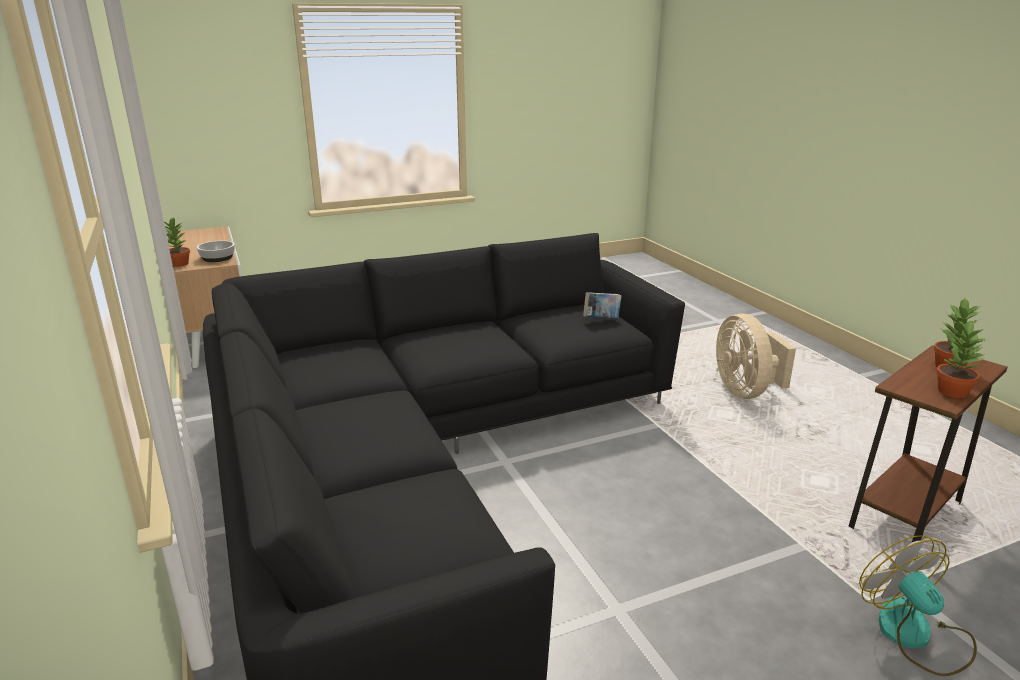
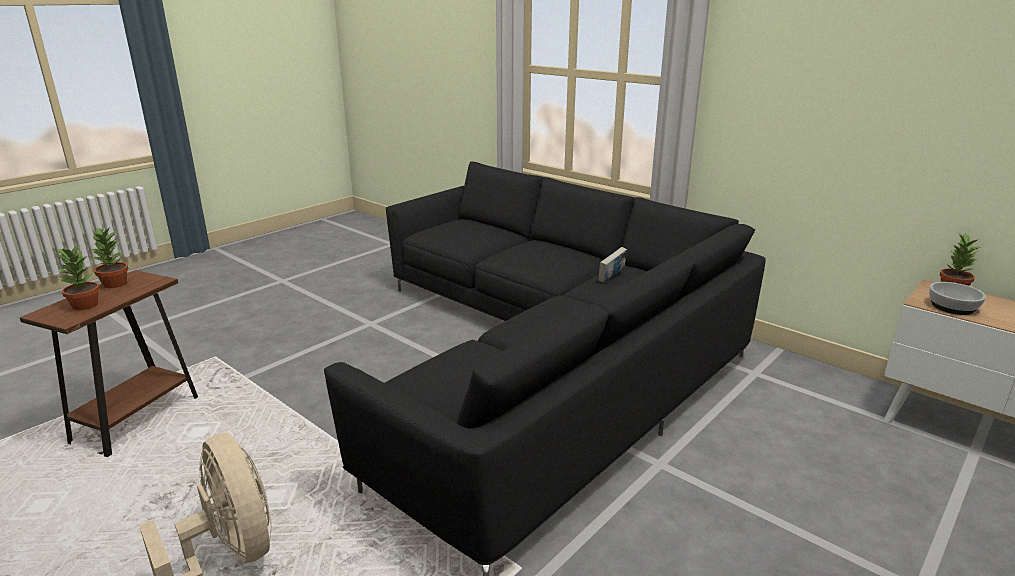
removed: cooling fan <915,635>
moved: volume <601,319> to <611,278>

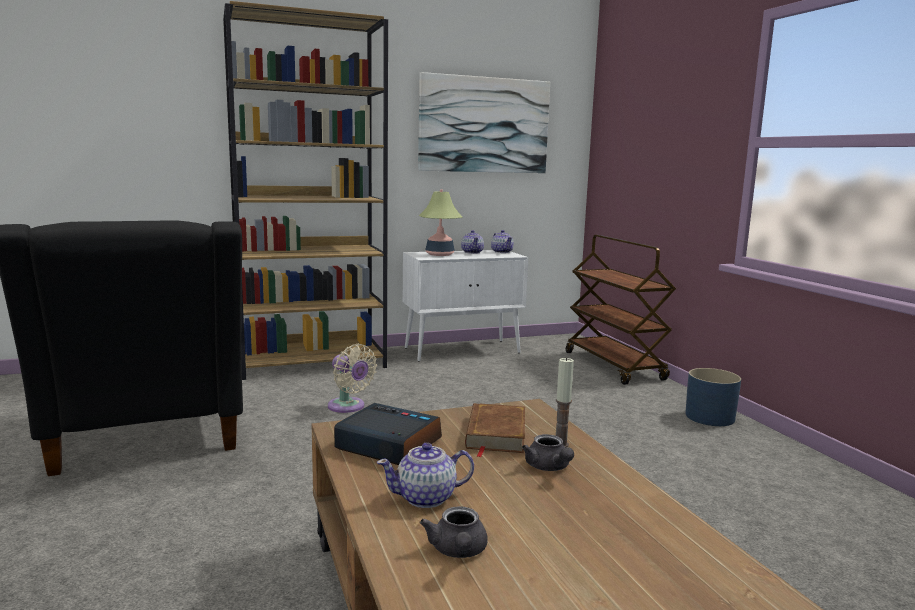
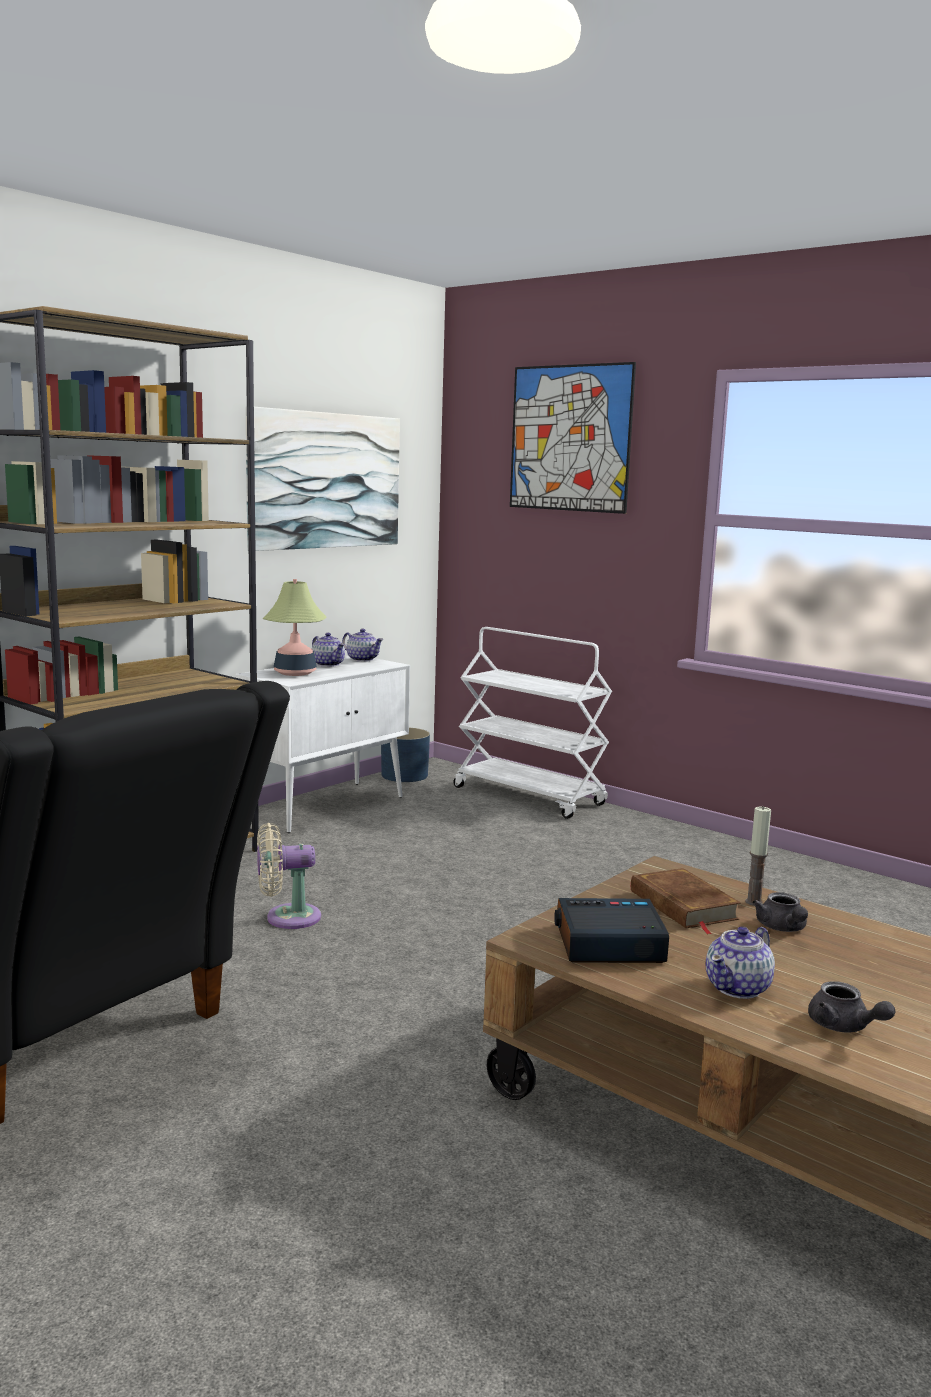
added: wall art <570,438>
moved: bluish flower pot <709,417> to <404,775>
recoloured: brownish wheeled cart <614,366> to white wheeled cart <530,796>
turned: beige cooling fan <348,407> = <287,918> 150 degrees clockwise; gray pot for tea <549,468> = <782,928> 45 degrees clockwise

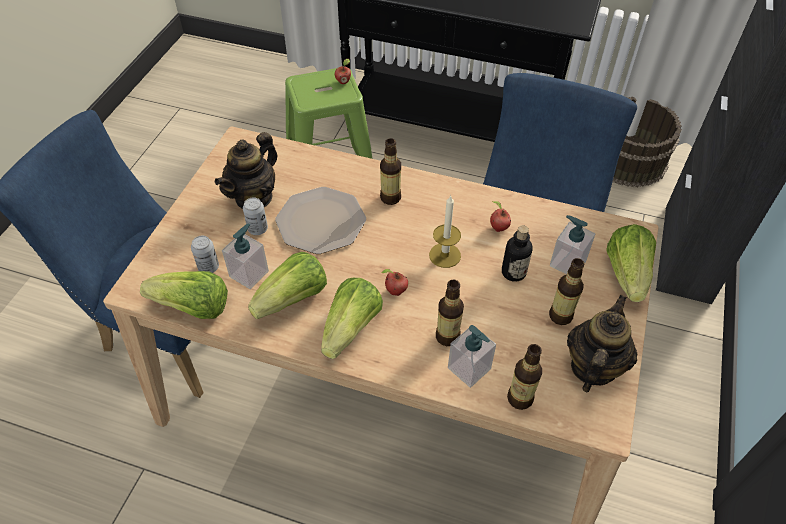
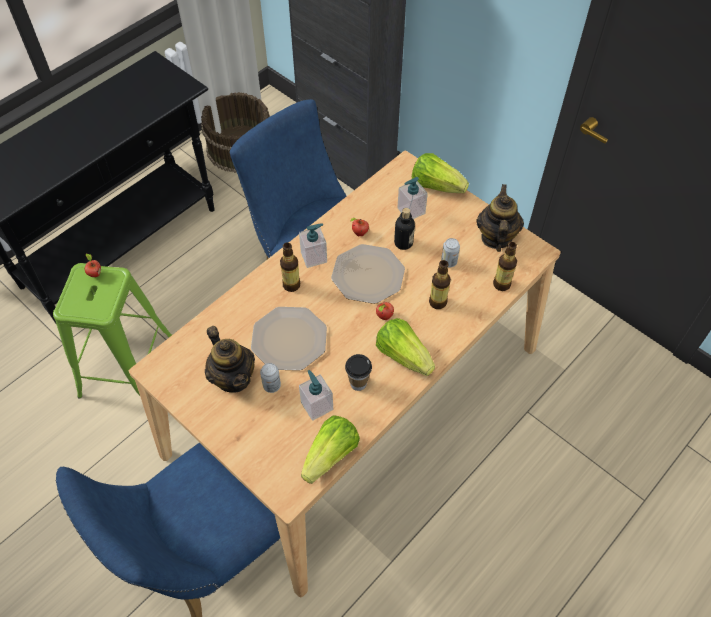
removed: beverage bottle <560,316>
moved: sealed can <208,267> to <449,262>; liquid soap bottle <469,368> to <314,257>
replaced: head of lettuce <293,299> to drinking cup <358,383>; wax candle <445,255> to dinner plate <367,274>
turned: pot for tea <592,367> = <496,238> 45 degrees clockwise

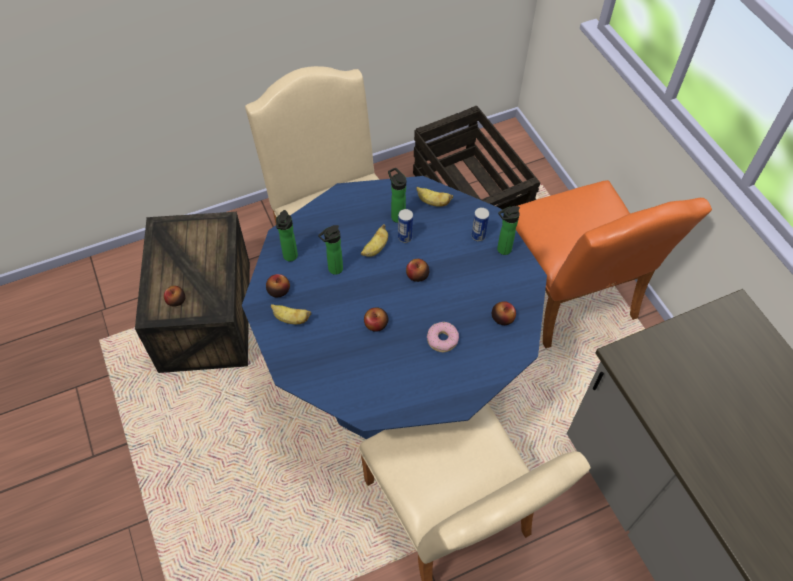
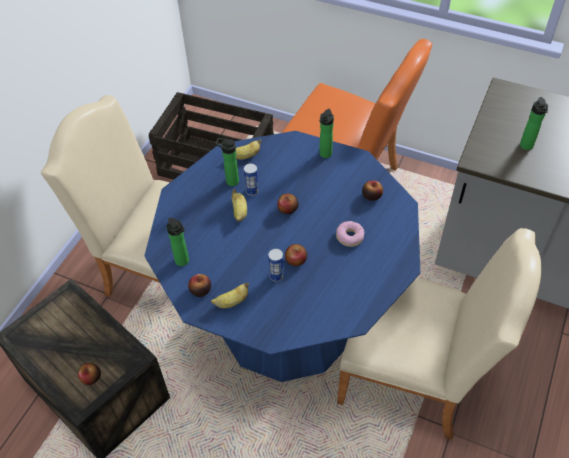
moved: beverage bottle <333,270> to <526,147>; sealed can <478,236> to <276,276>

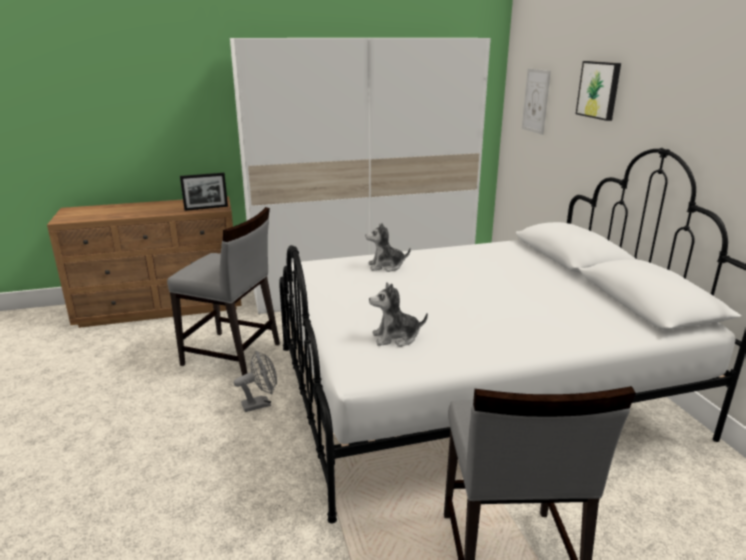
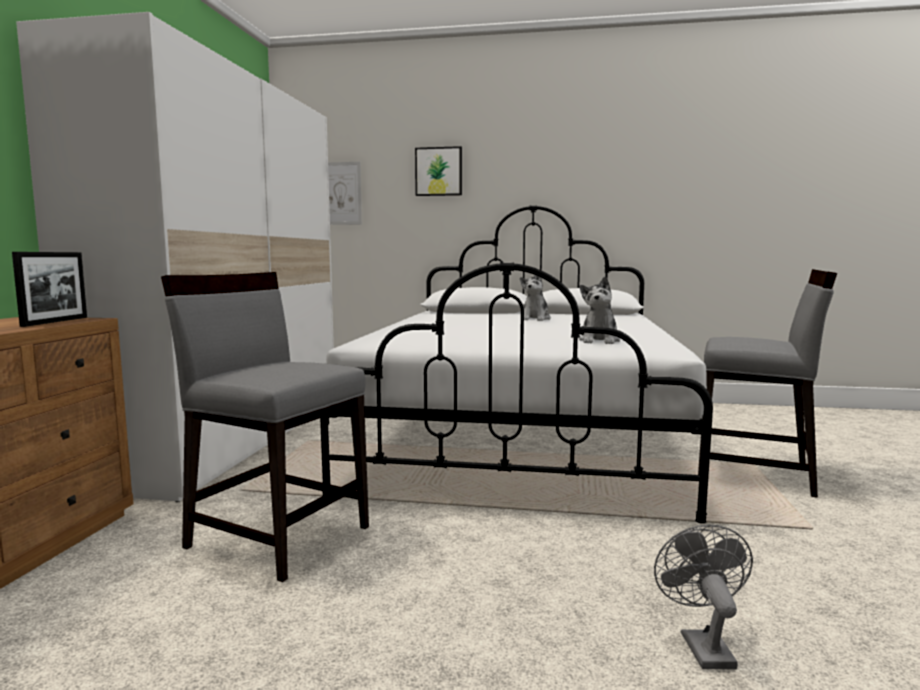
moved: gray cooling fan <260,404> to <702,645>; cuddly toy <386,266> to <535,319>
turned: gray upright chair <232,354> = <278,536> 105 degrees counterclockwise

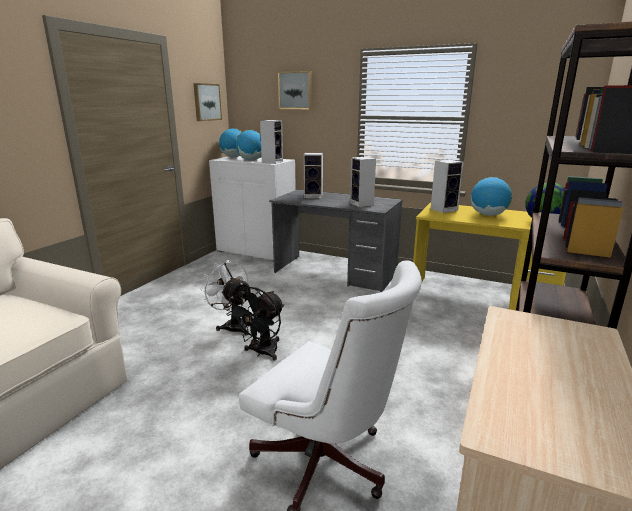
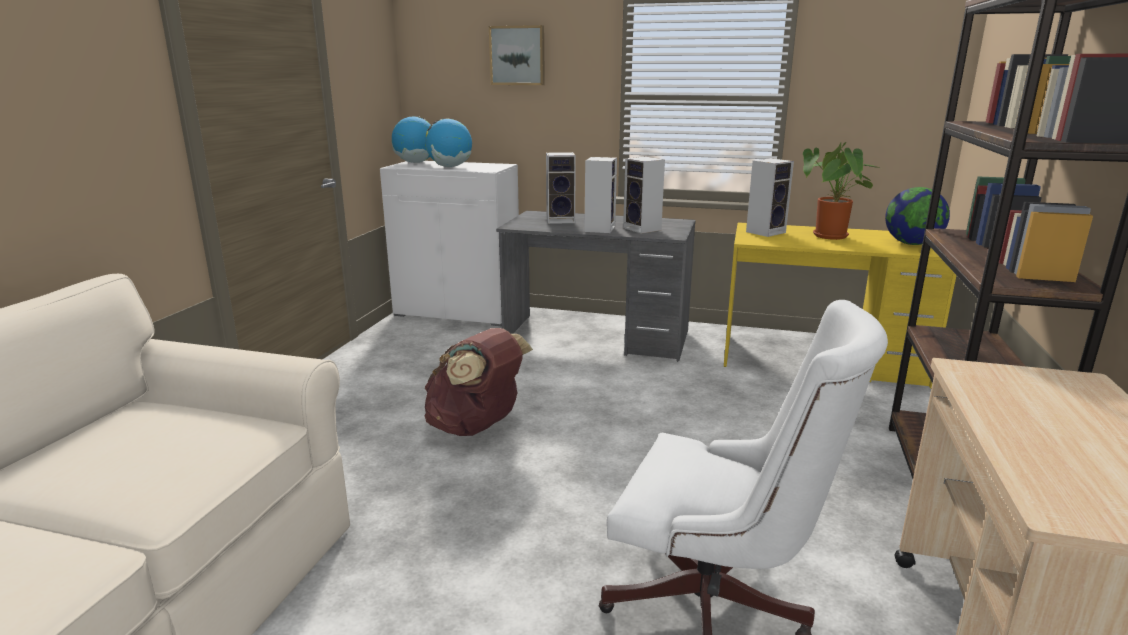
removed: wall art <206,102>; black cooling fan <261,353>
moved: audio speaker <272,162> to <599,229>
replaced: white cooling fan <232,325> to brownish backpack <477,427>; desk globe <488,215> to potted plant <831,237>

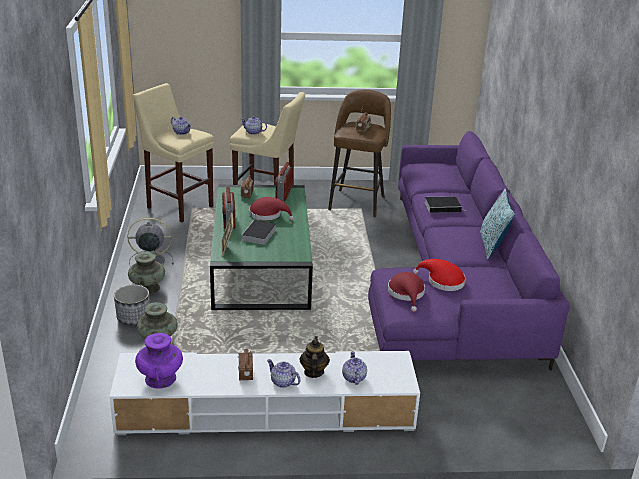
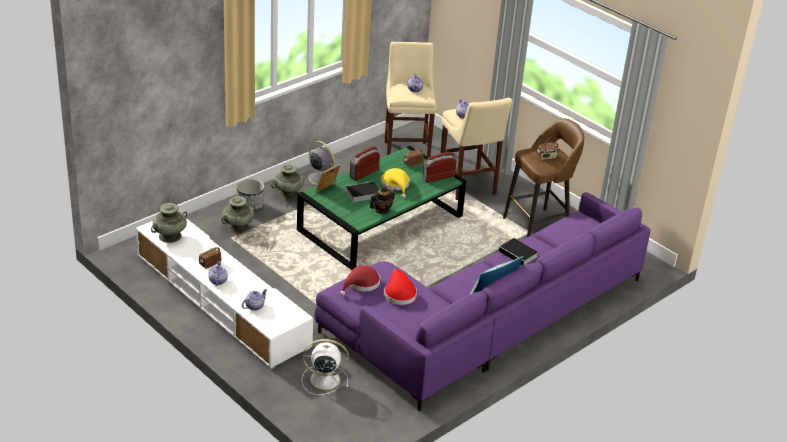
added: white cooling fan <323,379>
moved: pot for tea <313,372> to <382,210>
recoloured: purplish flower vase <160,378> to turquoise-coloured flower vase <170,236>; reddish clothing hat <268,215> to yellow clothing hat <396,185>

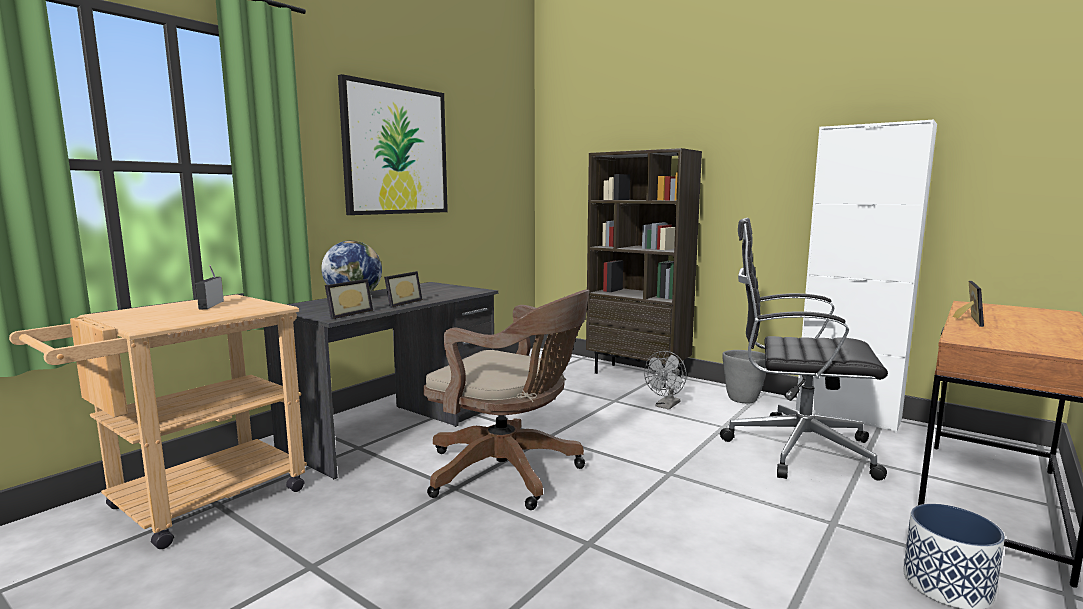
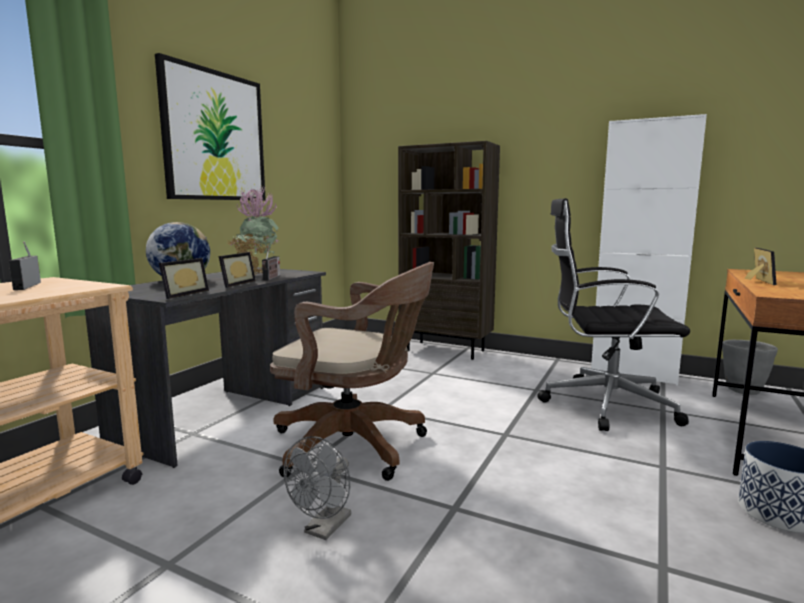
added: potted plant <255,273>; radio set <271,278>
moved: gray cooling fan <666,406> to <324,529>; gray flower pot <742,399> to <742,390>

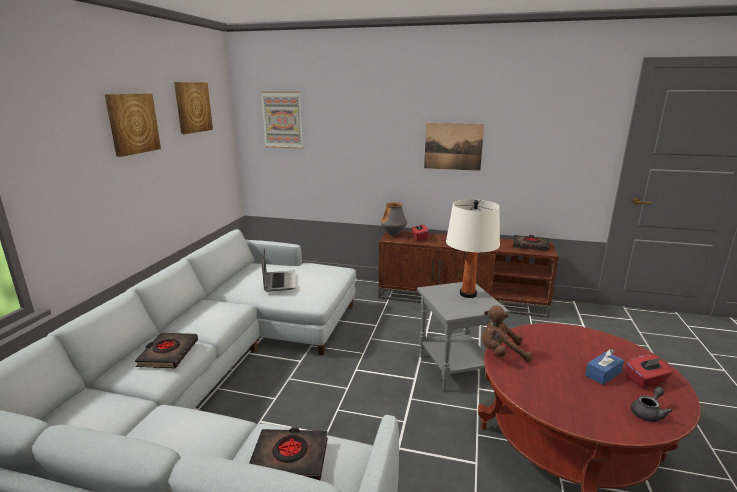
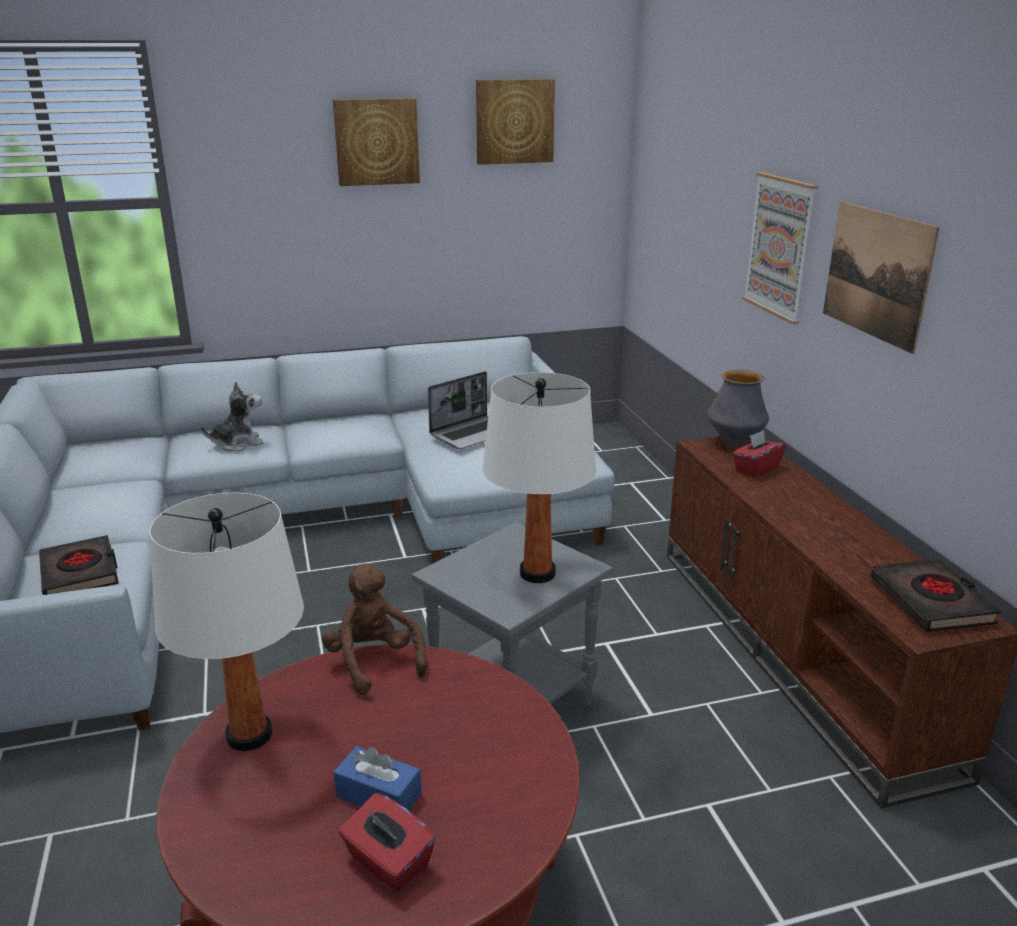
removed: gray pot for tea <648,413>
added: white lamp for a table <250,735>
moved: wall art <282,120> to <780,246>
replaced: black volume <168,353> to cuddly toy <238,443>

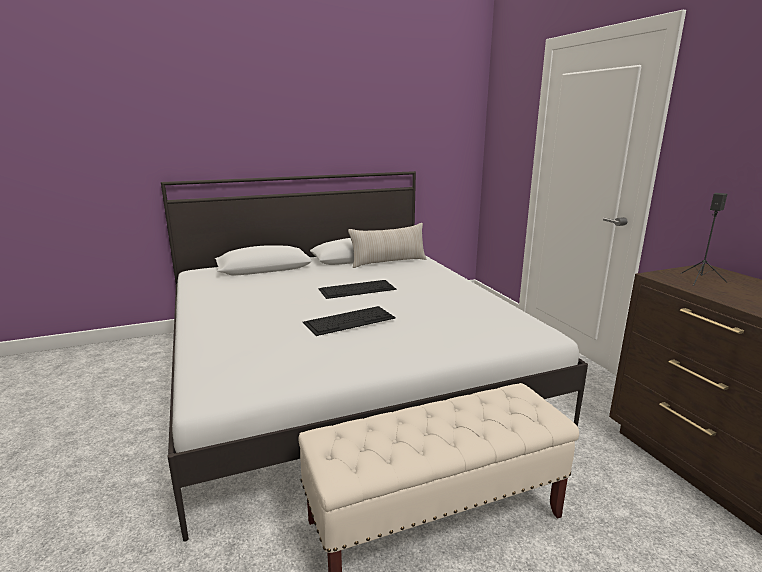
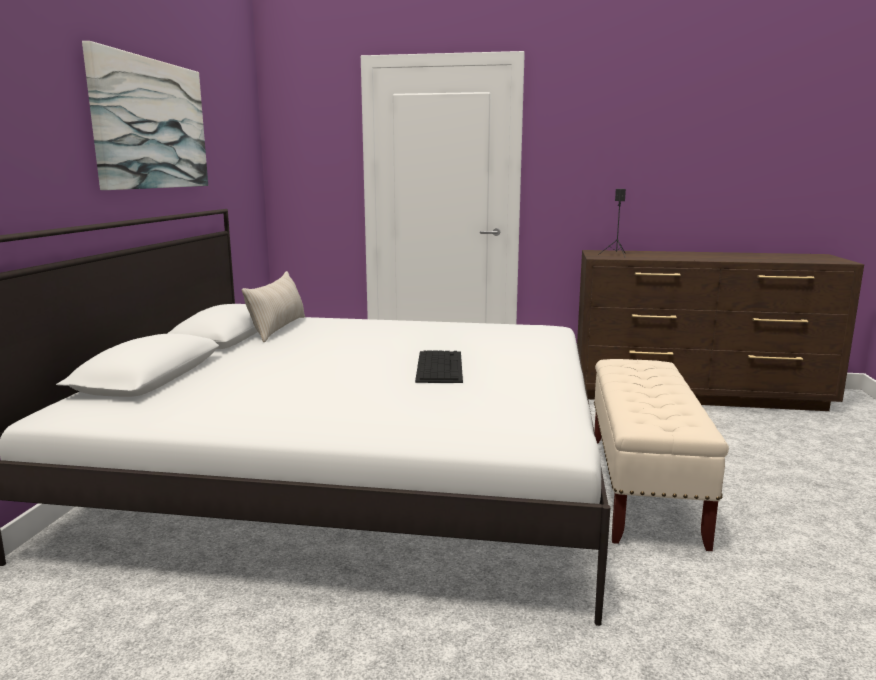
removed: computer keyboard <358,289>
added: wall art <151,124>

